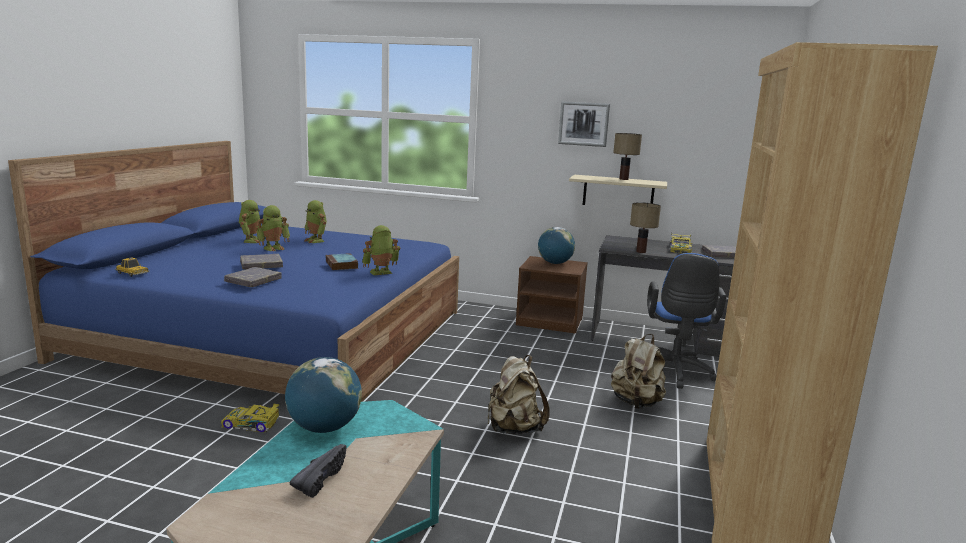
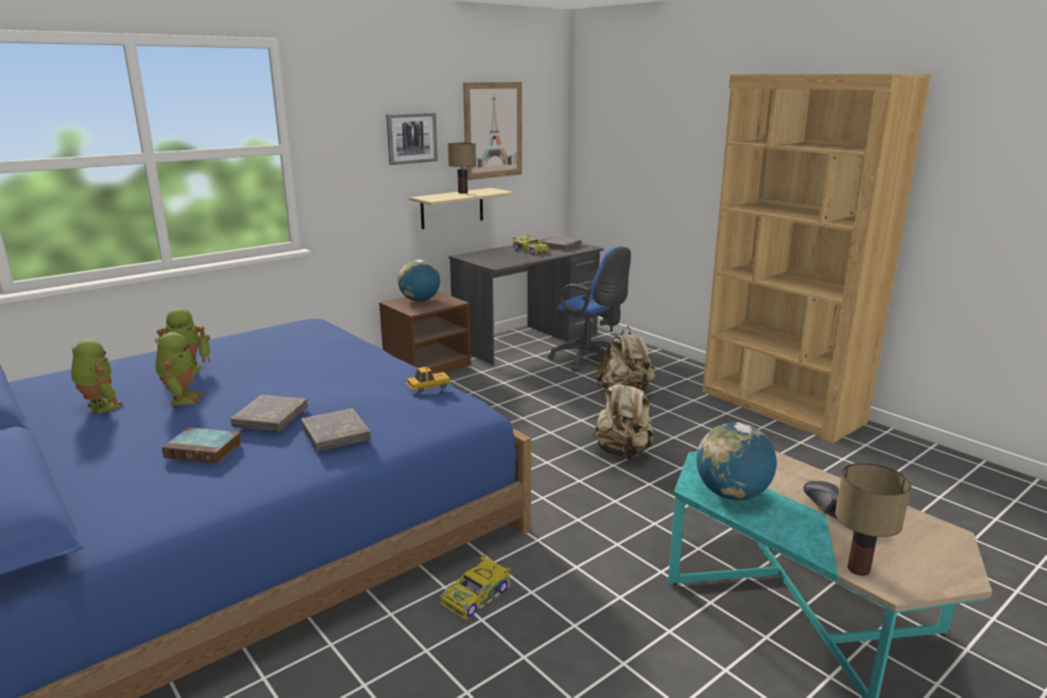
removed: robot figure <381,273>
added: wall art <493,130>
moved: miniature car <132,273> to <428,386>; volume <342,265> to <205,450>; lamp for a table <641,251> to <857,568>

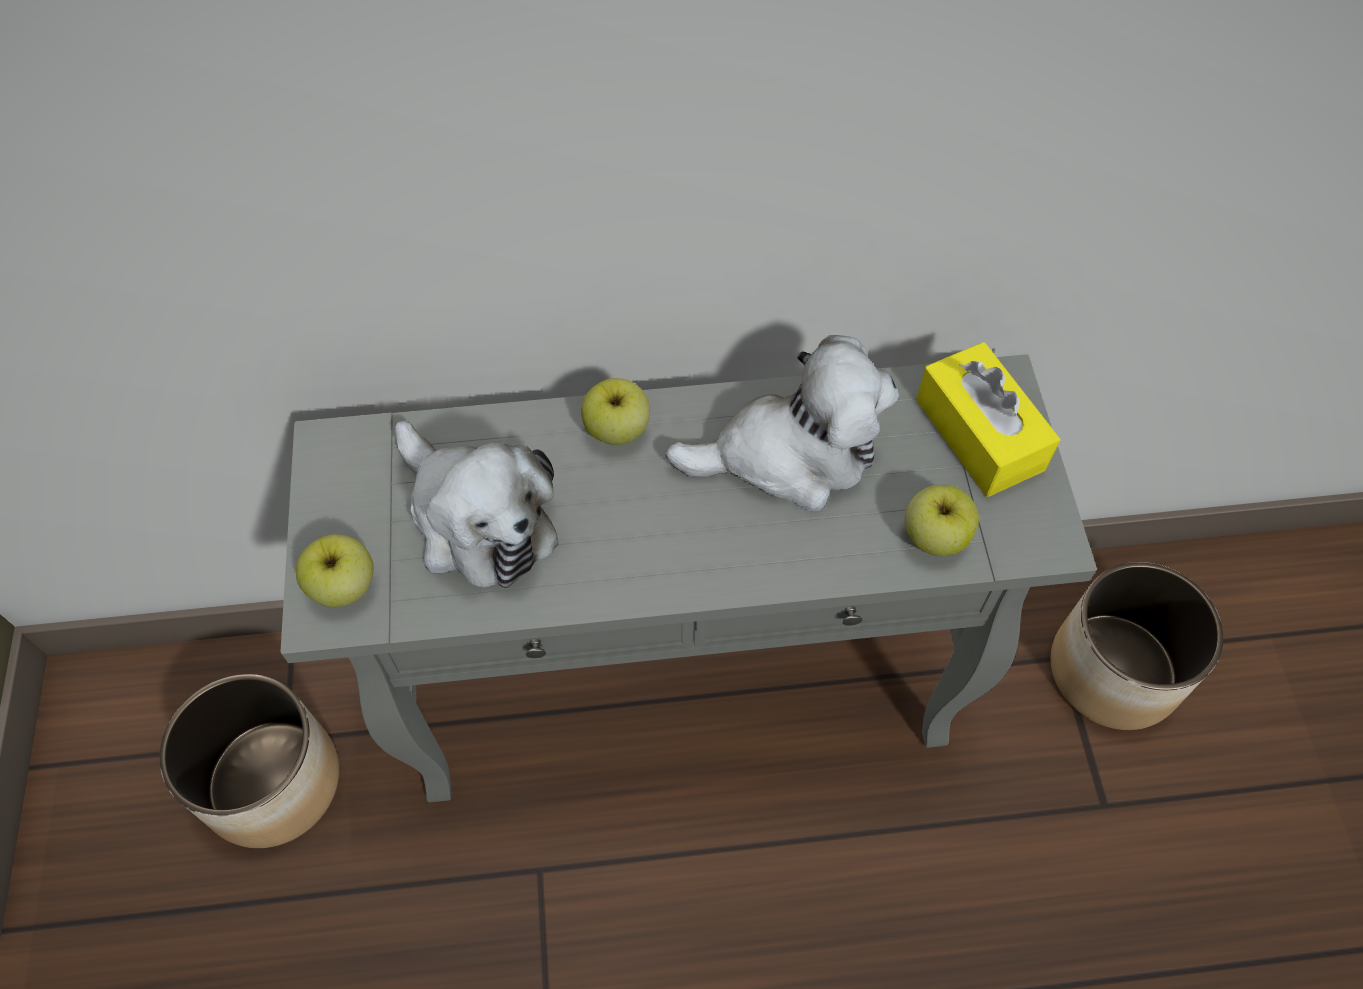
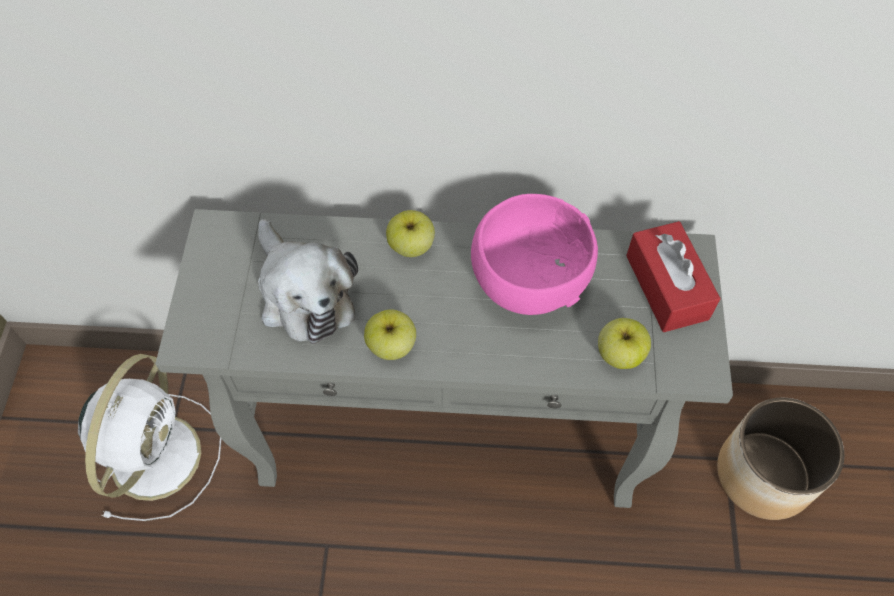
moved: apple <343,586> to <391,346>
replaced: flower pot <271,780> to white cooling fan <157,452>; cuddly toy <790,454> to pinkish deep dish <528,281>
recoloured: yellow tissue holder <979,434> to reddish tissue holder <666,287>

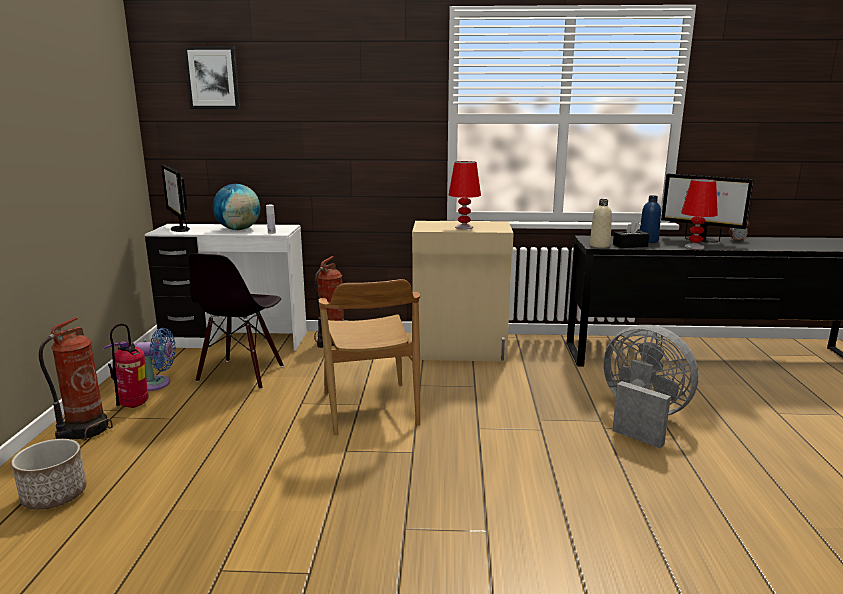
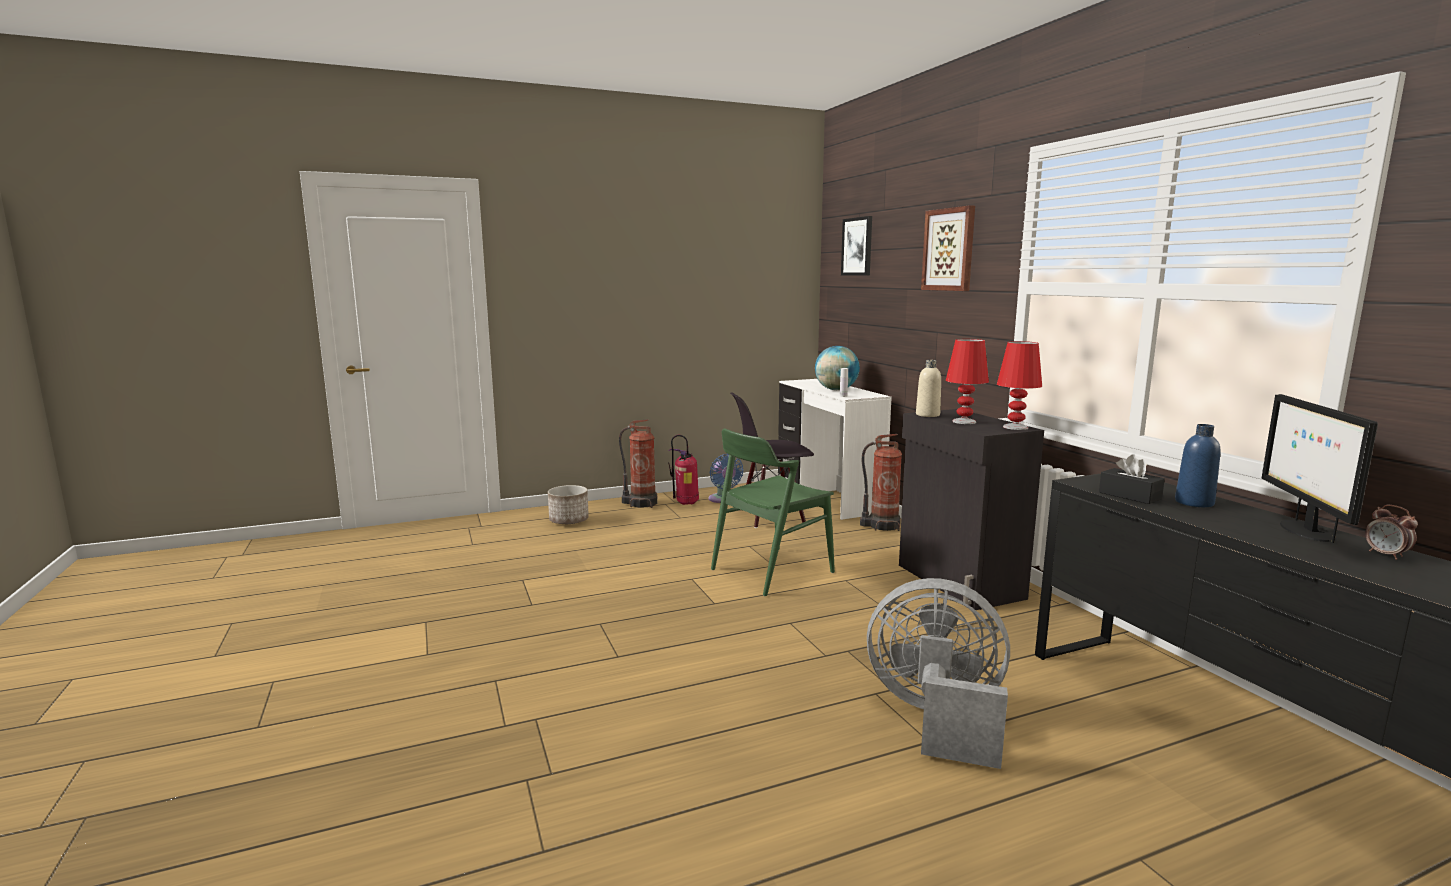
removed: computer screen <179,229>
added: wall art <949,249>
moved: beige beverage bottle <599,245> to <927,415>; reddish lamp for a table <694,247> to <1015,427>
recoloured: brownish upright chair <369,408> to green-coloured upright chair <771,571>; beige storage cabinet <460,351> to black storage cabinet <958,582>
turned: gray cooling fan <642,418> = <936,718> 90 degrees counterclockwise

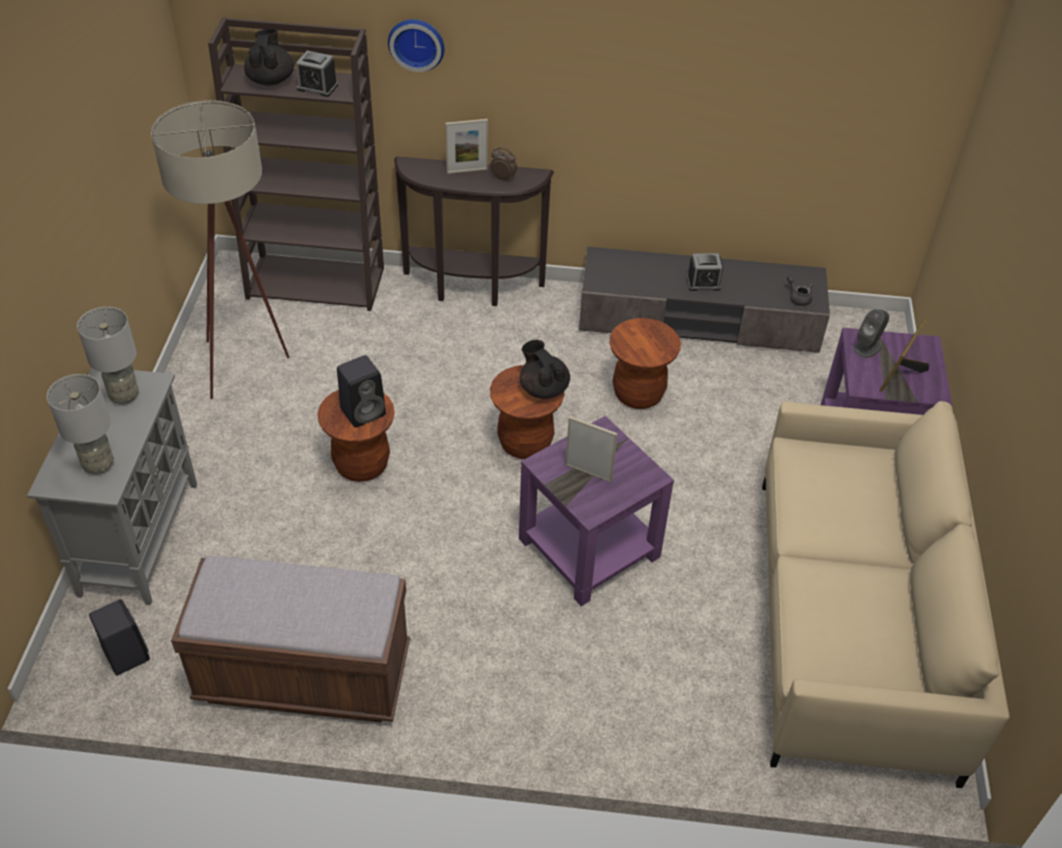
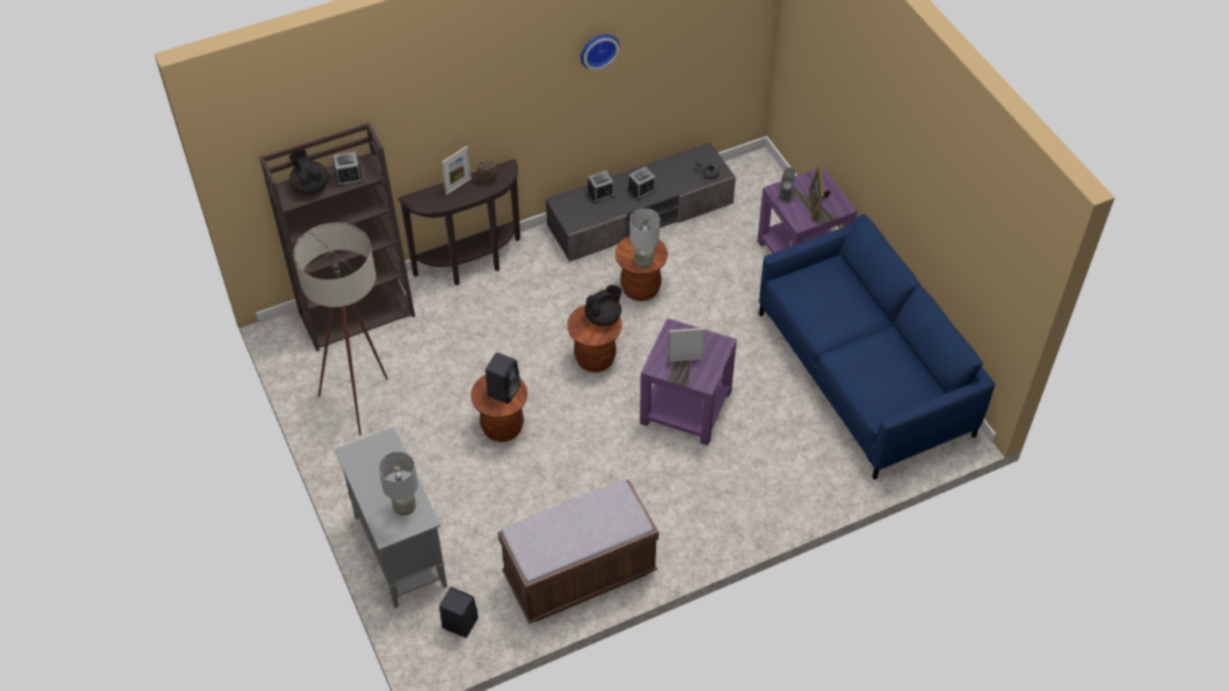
added: bedside clock <601,194>
moved: gray lamp for a table <125,395> to <644,262>; wall clock <417,43> to <598,49>
recoloured: beige settee <851,622> to bluish settee <863,374>
turned: black pot for tea <543,388> = <603,317> 120 degrees clockwise

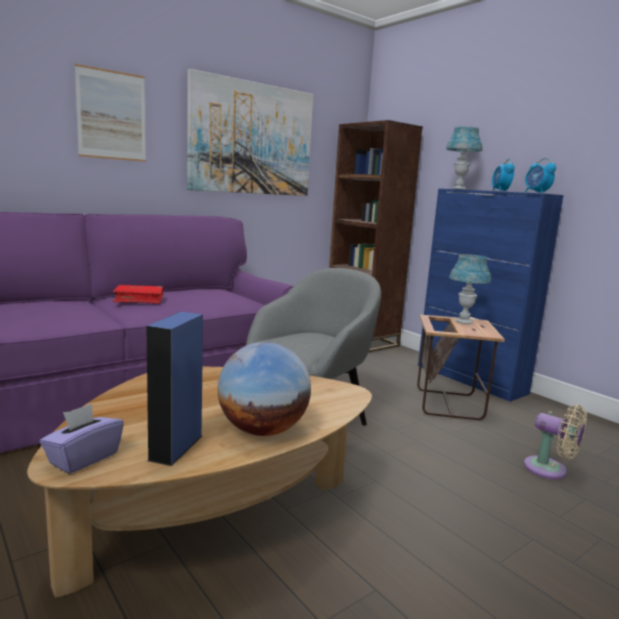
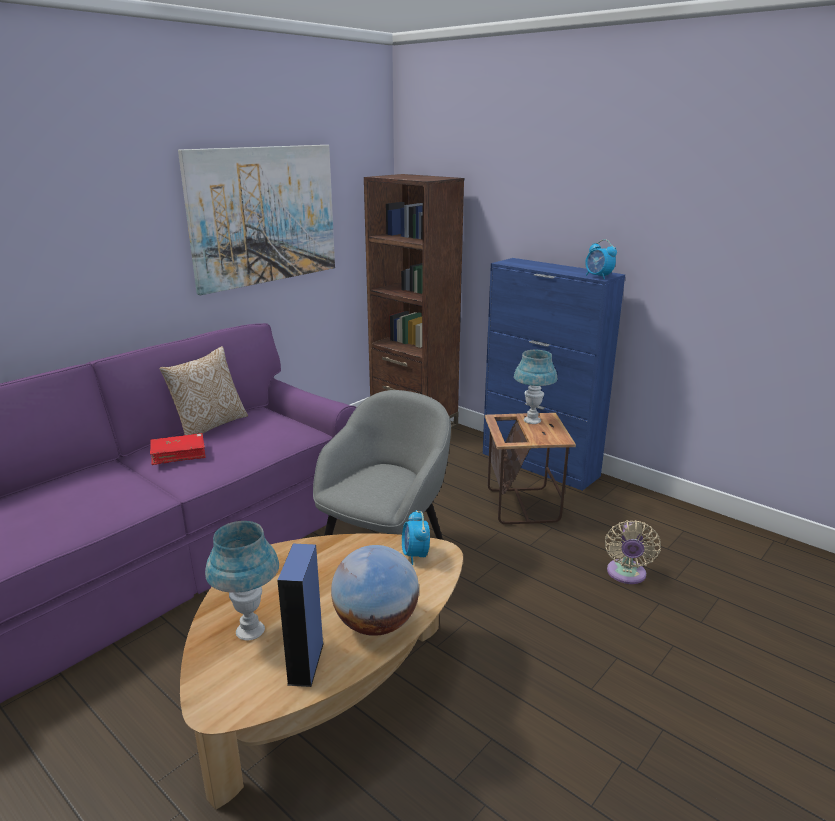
removed: purplish tissue holder <83,458>; wall art <112,115>
added: pillow <209,426>
moved: bluish lamp for a table <458,189> to <250,631>; bedside clock <500,191> to <415,555>
turned: beige cooling fan <550,470> = <626,575> 75 degrees clockwise

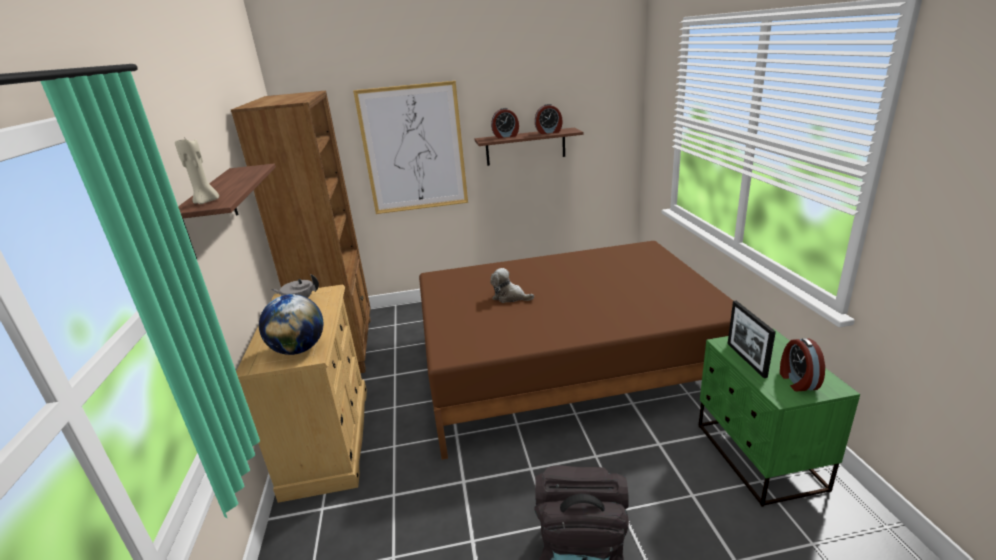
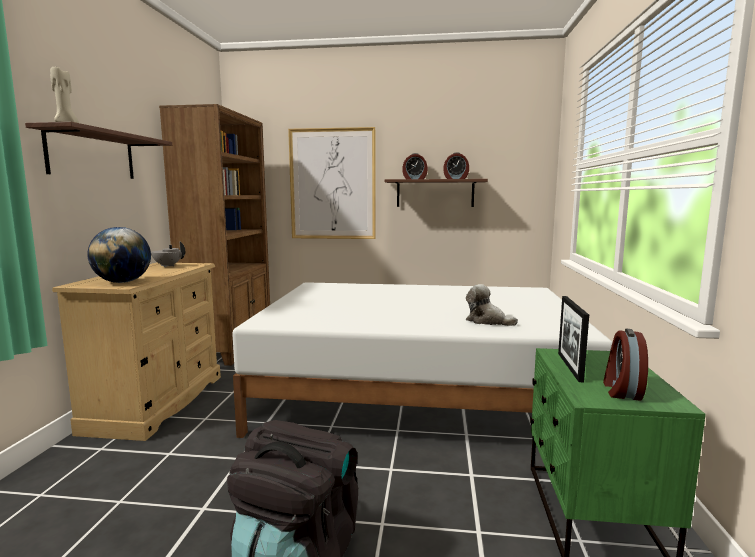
moved: cuddly toy <510,297> to <487,321>
recoloured: brownish bed <567,368> to white bed <417,395>

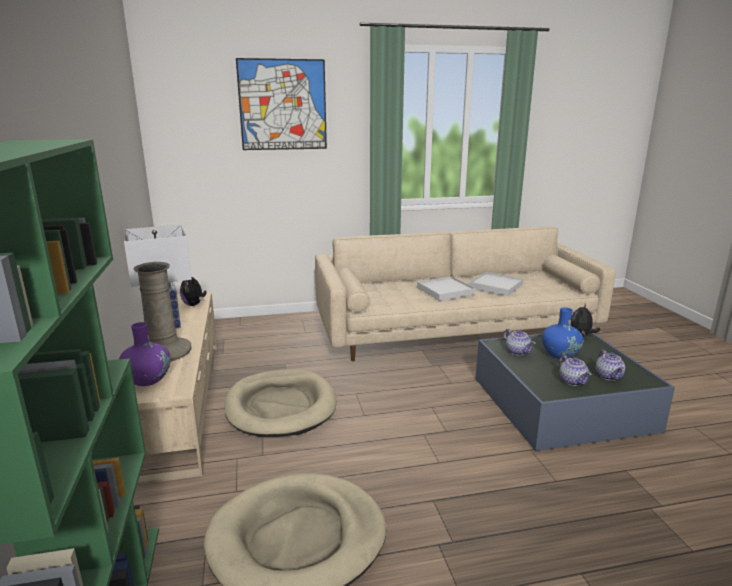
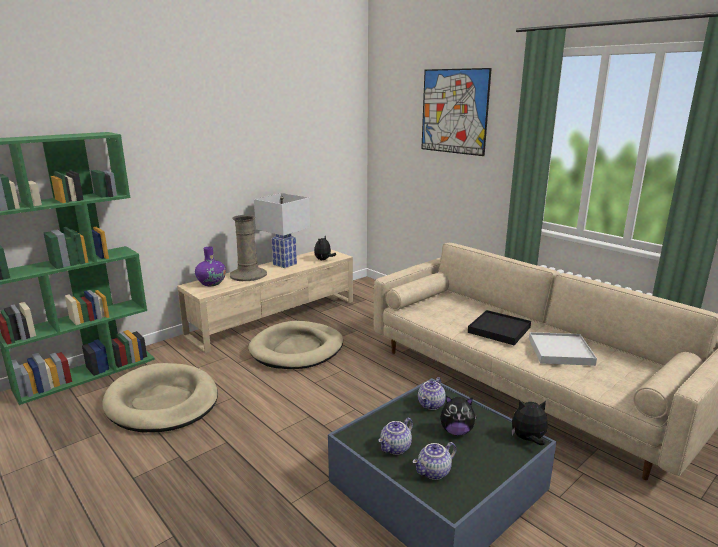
replaced: bluish flower vase <560,354> to cuddly toy <456,431>
recoloured: white serving tray <445,291> to black serving tray <499,330>

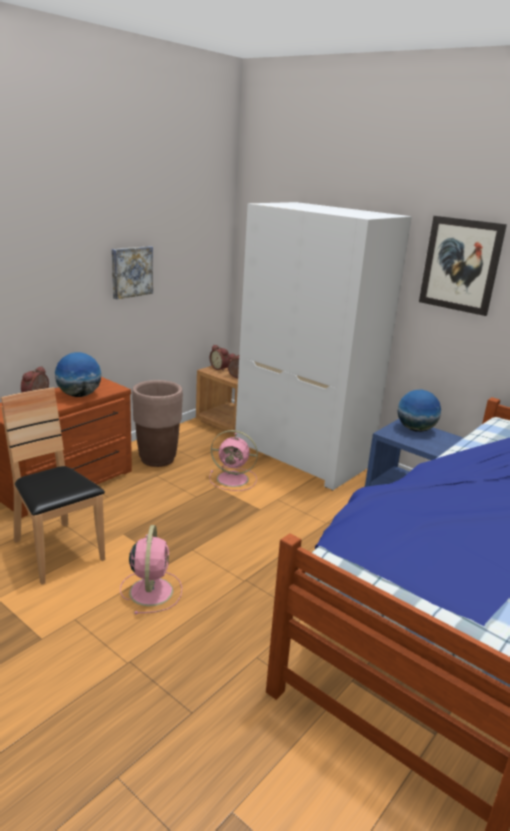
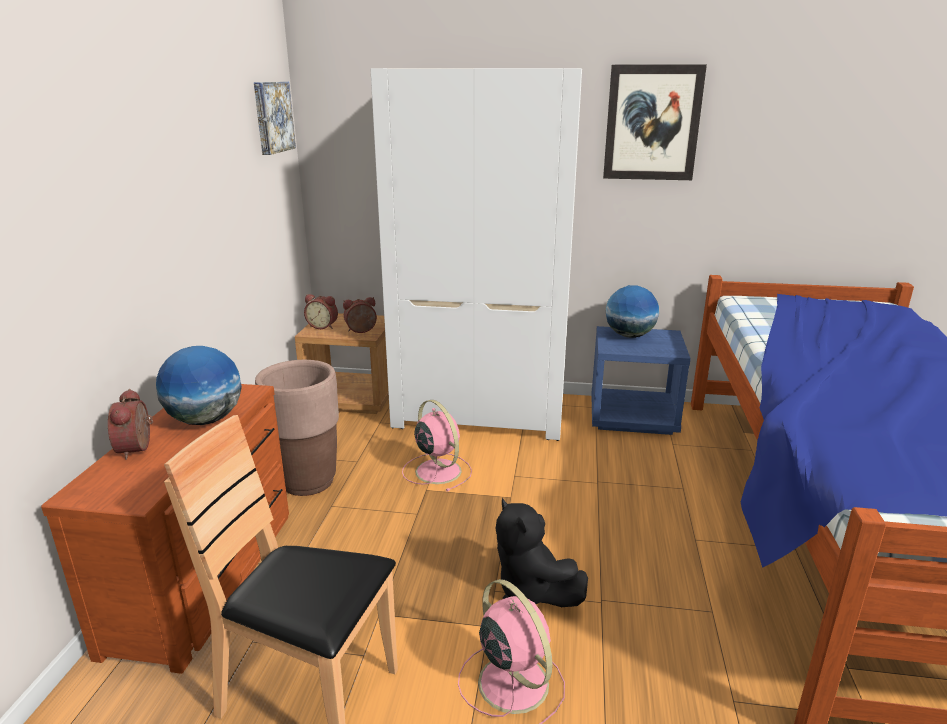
added: black cuddly toy <531,589>
moved: wall art <131,271> to <272,117>
turned: pinkish cooling fan <234,479> = <437,470> 105 degrees counterclockwise

